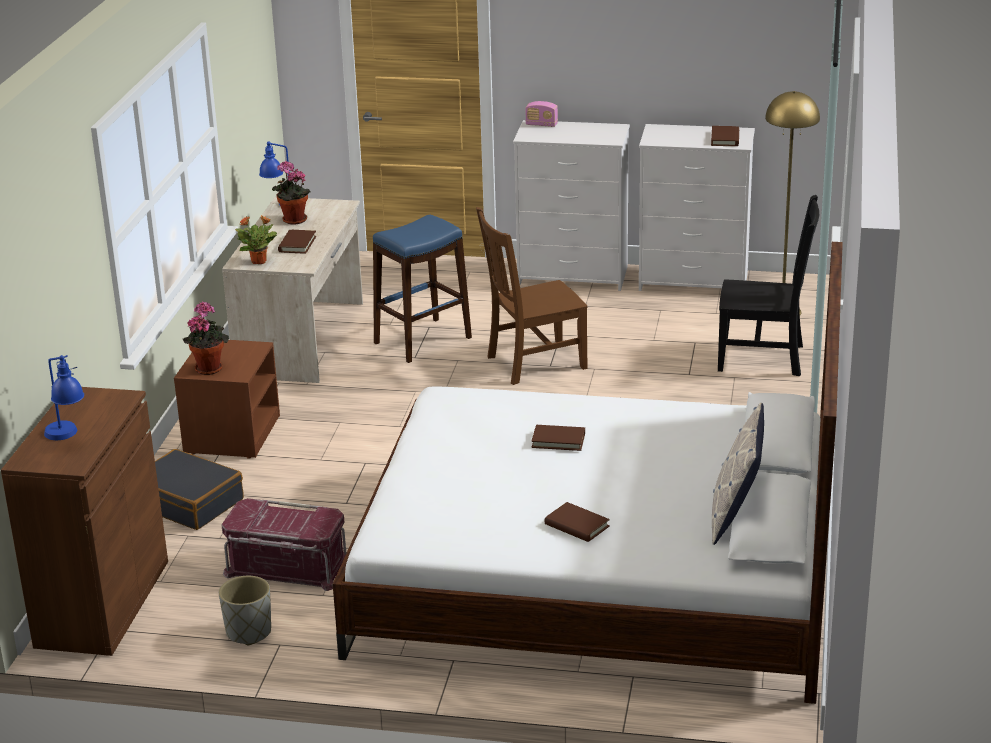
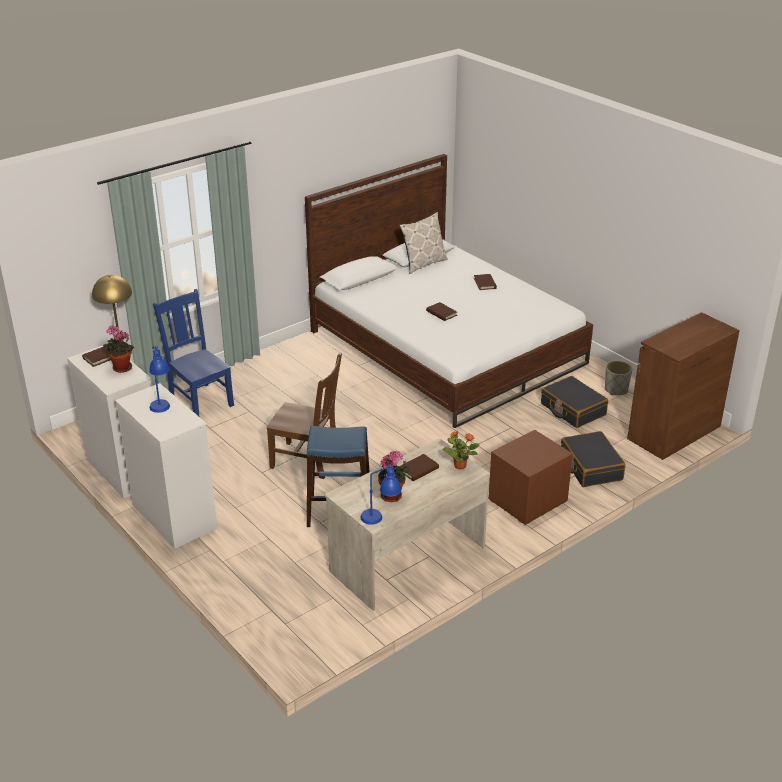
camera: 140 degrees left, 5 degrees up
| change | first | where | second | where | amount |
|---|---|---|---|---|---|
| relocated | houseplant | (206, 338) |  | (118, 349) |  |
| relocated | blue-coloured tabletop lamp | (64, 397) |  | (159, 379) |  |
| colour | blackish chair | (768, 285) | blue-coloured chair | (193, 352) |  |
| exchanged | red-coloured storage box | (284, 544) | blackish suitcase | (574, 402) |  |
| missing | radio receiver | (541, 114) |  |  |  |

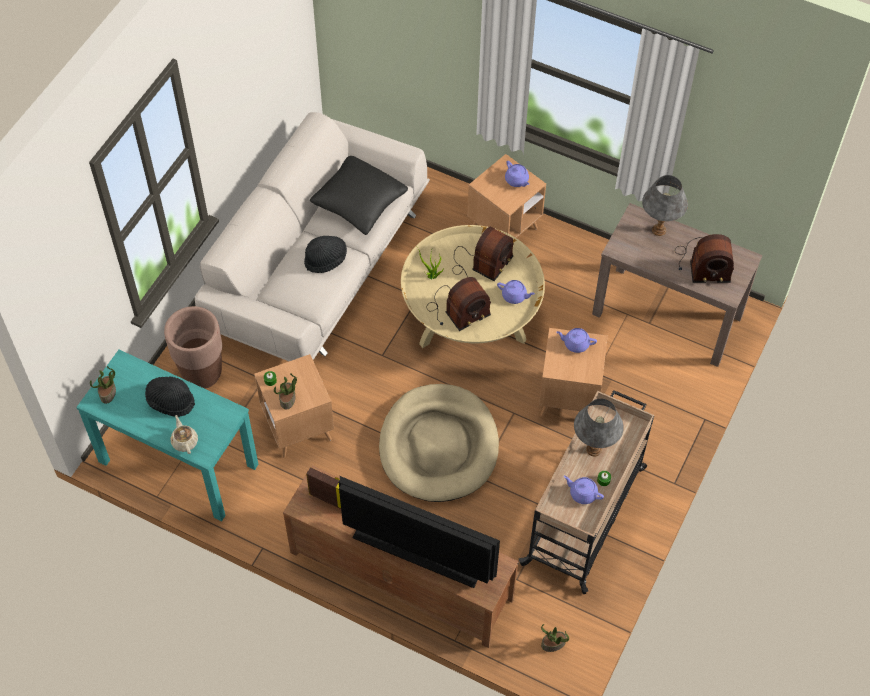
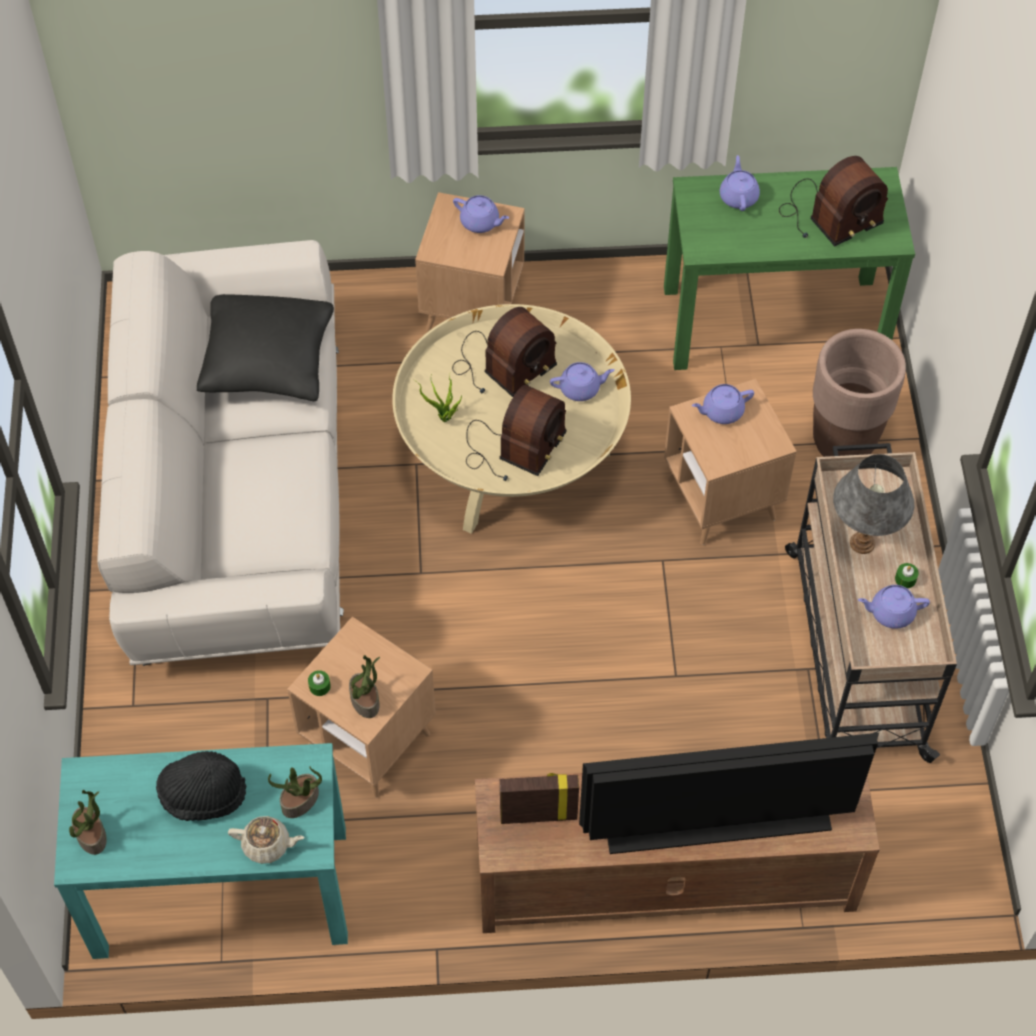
camera: 30 degrees left, 0 degrees up
| change | first | where | second | where | amount |
|---|---|---|---|---|---|
| spun | beige teapot | (184, 434) |  | (266, 840) | 150 degrees clockwise |
| relocated | houseplant | (555, 638) |  | (295, 792) |  |
| spun | radio receiver | (483, 254) |  | (504, 352) | 45 degrees clockwise |
| colour | brown-coloured console table | (677, 285) | green-coloured console table | (789, 268) |  |
| exchanged | greyish tabletop lamp | (665, 205) | purple-coloured teapot | (740, 183) |  |
| relocated | brown-coloured flower pot | (193, 347) |  | (859, 393) |  |
| missing | blackish clothing hat | (325, 254) |  |  |  |
| missing | beige pet bed | (439, 443) |  |  |  |

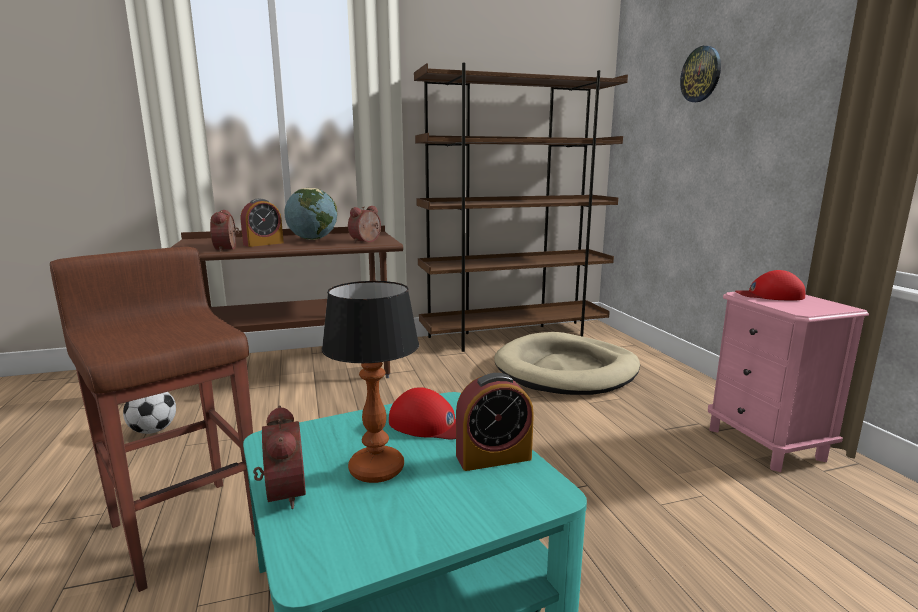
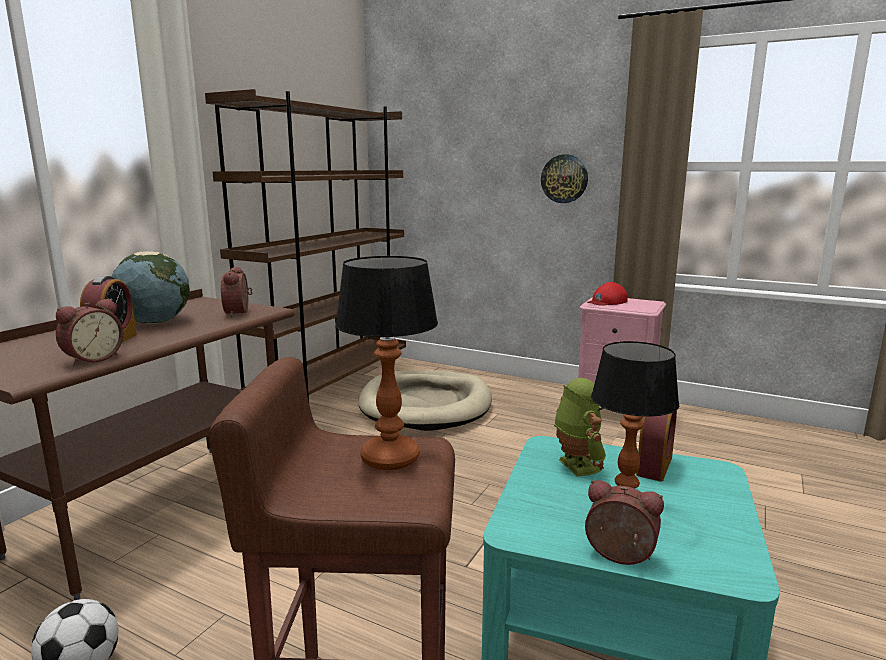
camera: 45 degrees left, 0 degrees up
| change | first | where | second | where | amount |
|---|---|---|---|---|---|
| spun | table clock | (224, 231) |  | (89, 332) | 90 degrees counterclockwise |
| appeared |  |  | tabletop lamp | (386, 363) |  |
| relocated | hanging clock | (700, 74) |  | (564, 178) |  |
| exchanged | red-coloured baseball cap | (422, 413) | toy robot | (580, 427) |  |

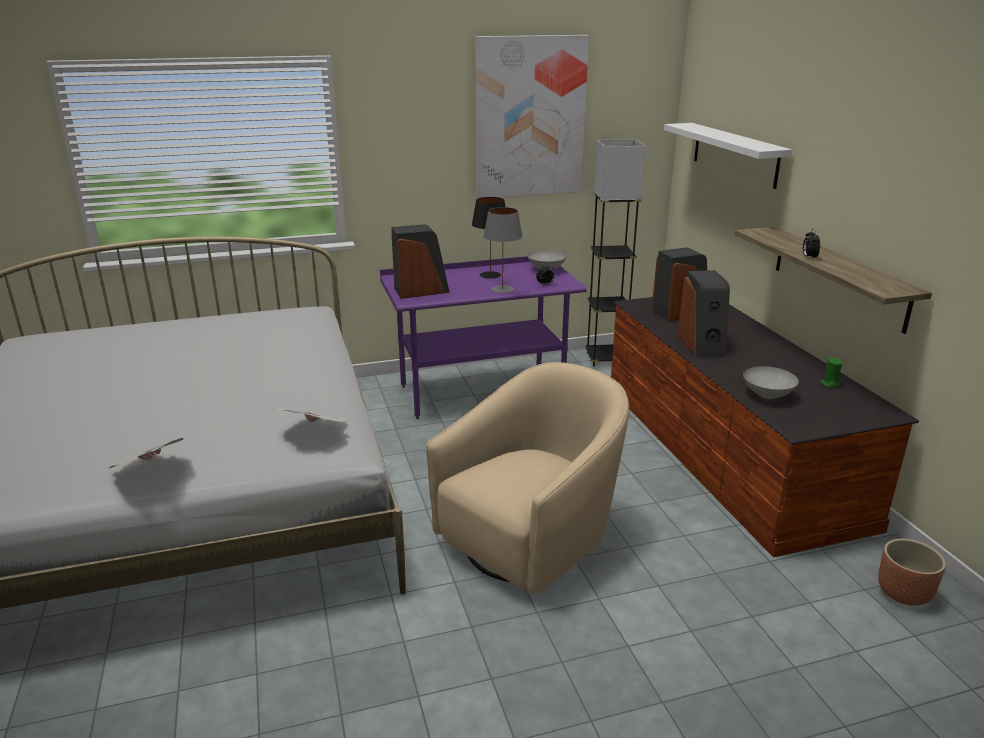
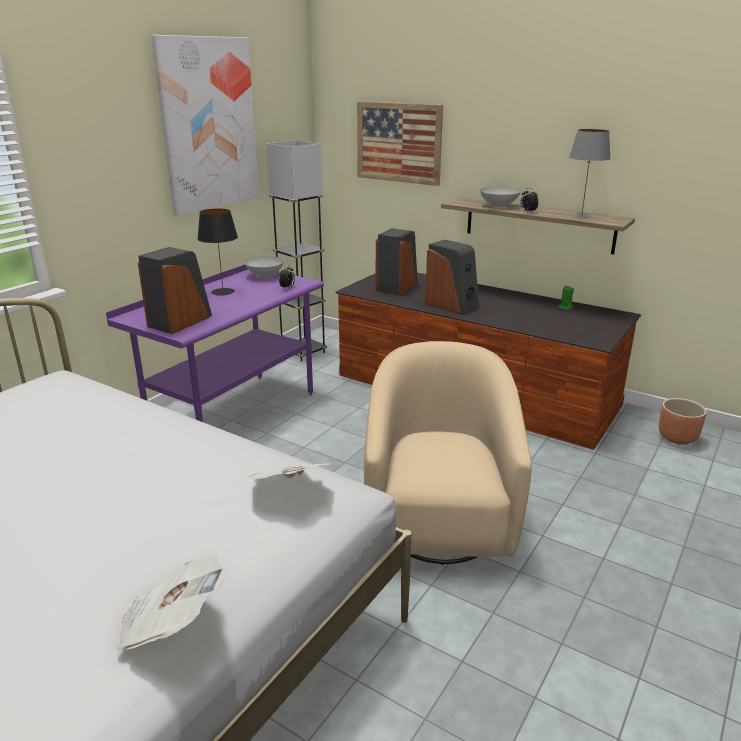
camera: 40 degrees left, 0 degrees up
| change | first | where | second | where | amount |
|---|---|---|---|---|---|
| exchanged | whitish bracket shelf | (728, 156) | wall picture | (400, 143) |  |
| relocated | greyish deep dish | (771, 382) |  | (500, 197) |  |
| relocated | greyish tabletop lamp | (503, 250) |  | (590, 173) |  |

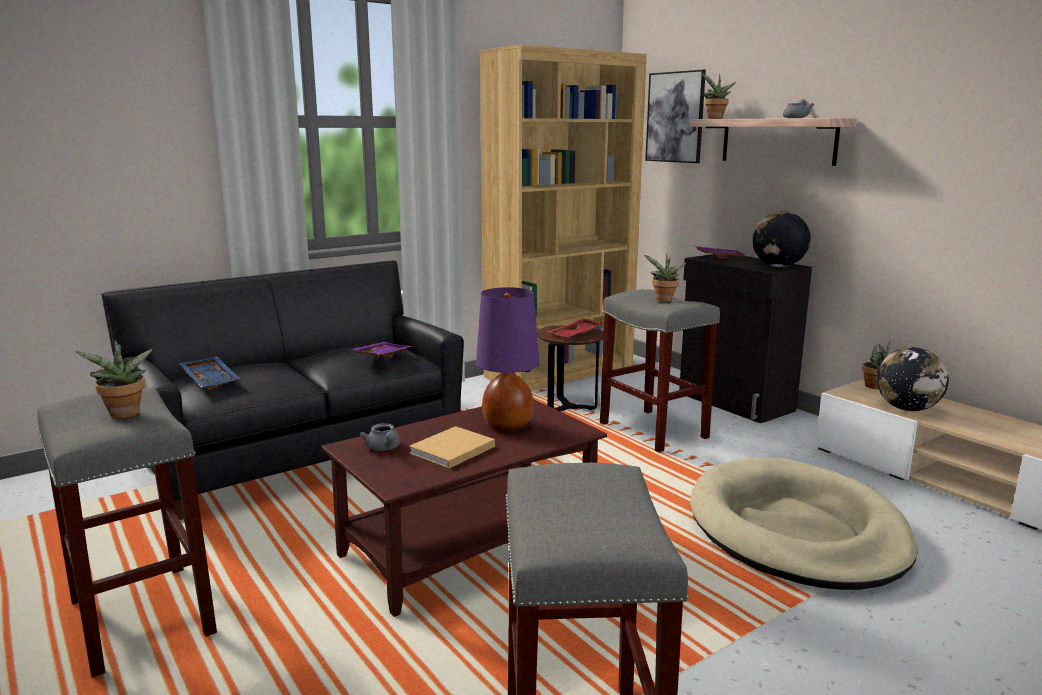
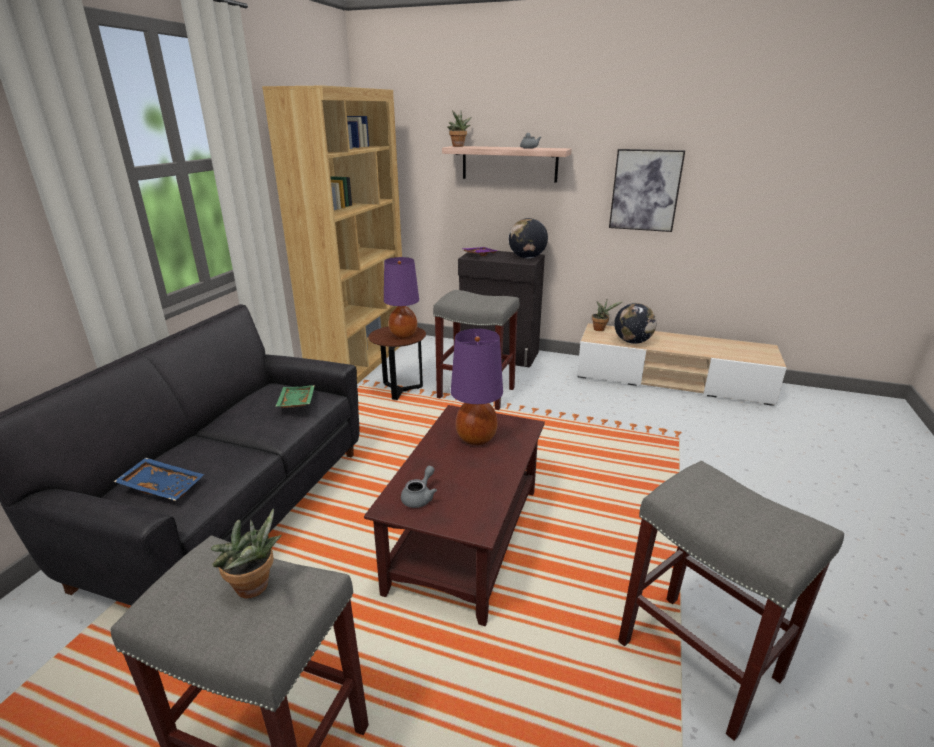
camera: 35 degrees left, 10 degrees up
| change | first | where | second | where | amount |
|---|---|---|---|---|---|
| colour | purple-coloured serving tray | (382, 350) | green-coloured serving tray | (295, 396) |  |
| exchanged | red-coloured serving tray | (575, 328) | purple-coloured tabletop lamp | (401, 298) |  |
| spun | greyish teapot | (379, 437) |  | (419, 487) | 90 degrees counterclockwise |
| relocated | wall picture | (675, 116) |  | (647, 190) |  |
| missing | beige volume | (452, 447) |  |  |  |
| missing | houseplant | (665, 278) |  |  |  |
| missing | beige pet bed | (804, 523) |  |  |  |

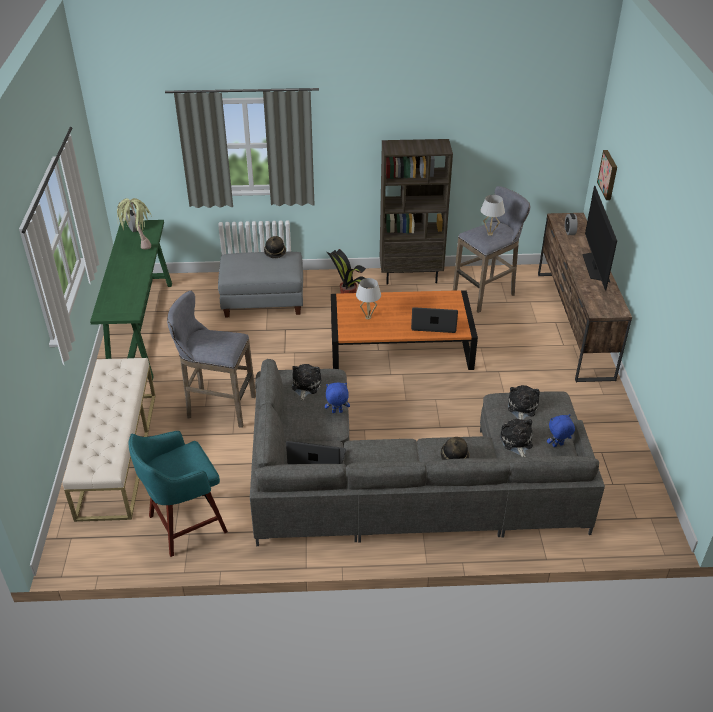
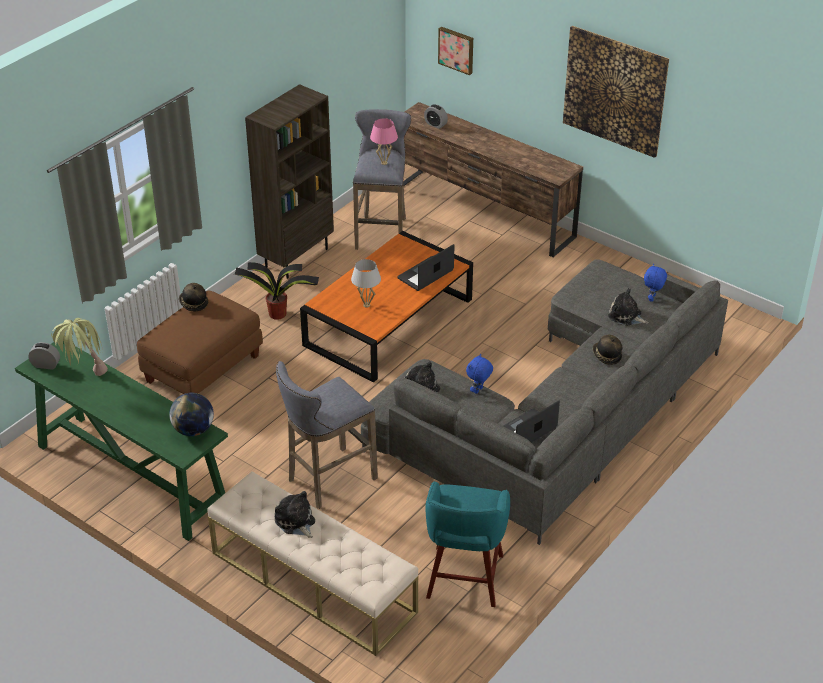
camera: 50 degrees left, 0 degrees up
| change | first | where | second | where | amount |
|---|---|---|---|---|---|
| colour | greyish ottoman | (260, 284) | brown-coloured ottoman | (200, 342) |  |
| appeared |  |  | world globe | (191, 414) |  |
| relocated | plush toy | (524, 402) |  | (295, 514) |  |
| colour | whitish tabletop lamp | (493, 215) | pink tabletop lamp | (384, 141) |  |
| appeared |  |  | wall picture | (616, 92) |  |
| missing | TV set | (599, 238) |  |  |  |

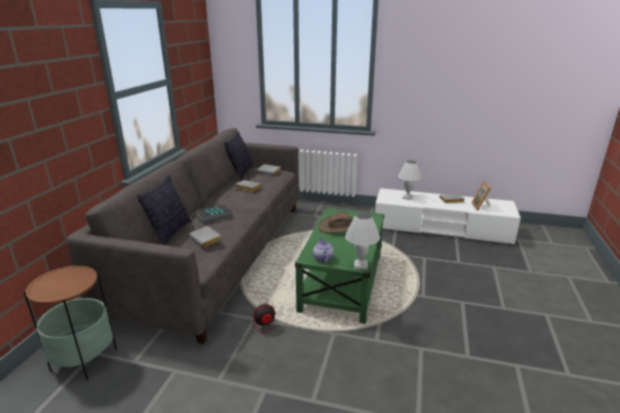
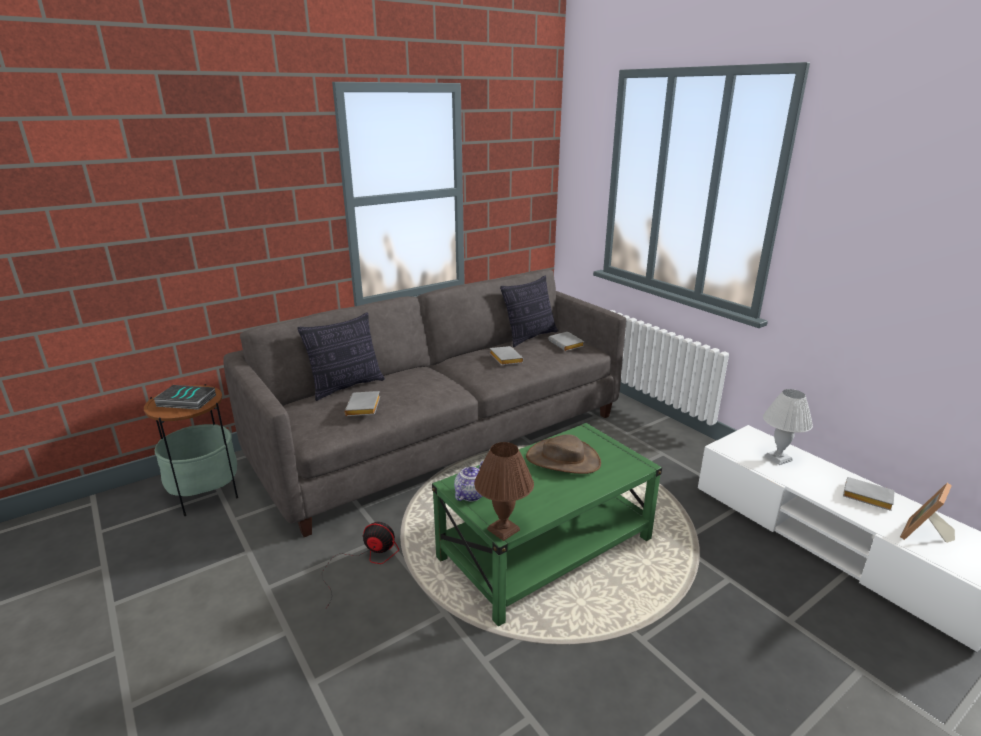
camera: 40 degrees right, 0 degrees up
| change | first | where | second | where | amount |
|---|---|---|---|---|---|
| relocated | volume | (214, 214) |  | (184, 397) |  |
| colour | whitish tabletop lamp | (362, 241) | brown-coloured tabletop lamp | (504, 491) |  |

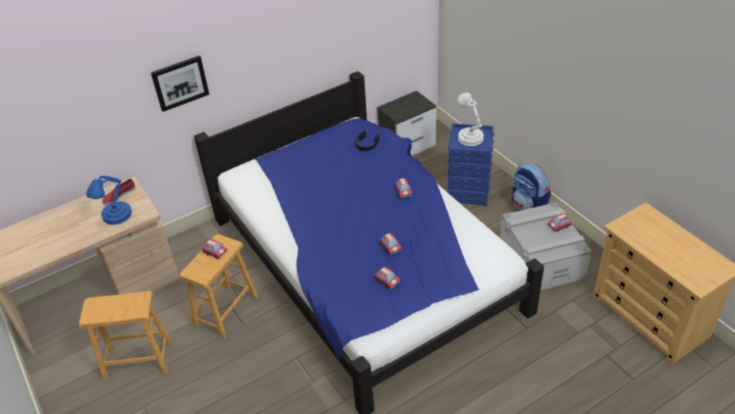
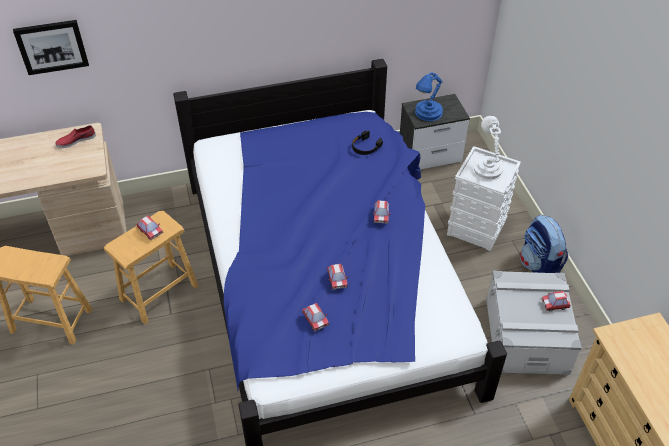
camera: 15 degrees right, 5 degrees up
| change | first | where | second | where | amount |
|---|---|---|---|---|---|
| relocated | wall picture | (180, 84) |  | (51, 47) |  |
| relocated | blue-coloured tabletop lamp | (109, 200) |  | (429, 96) |  |
| colour | blue-coloured storage box | (470, 164) | whitish storage box | (484, 198) |  |

